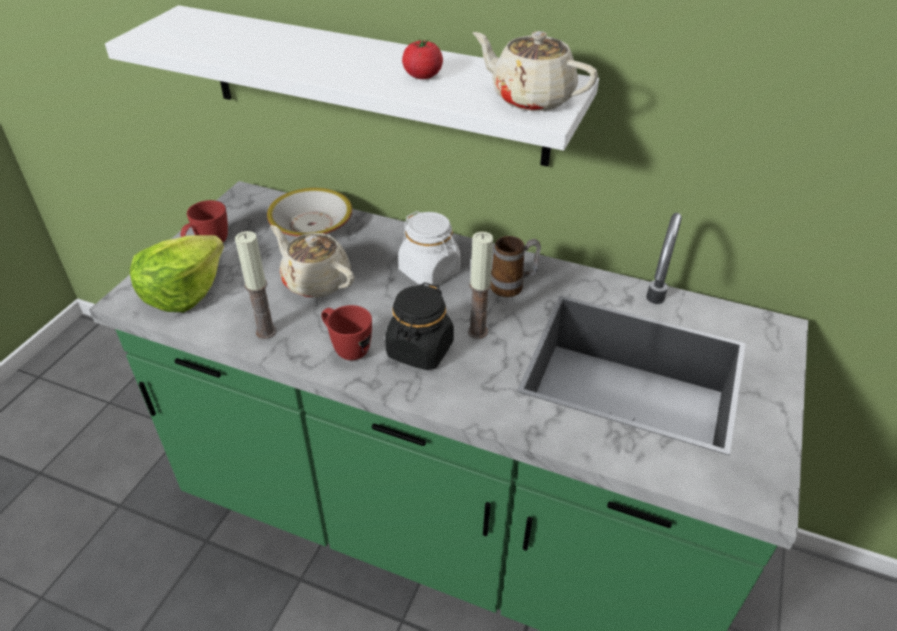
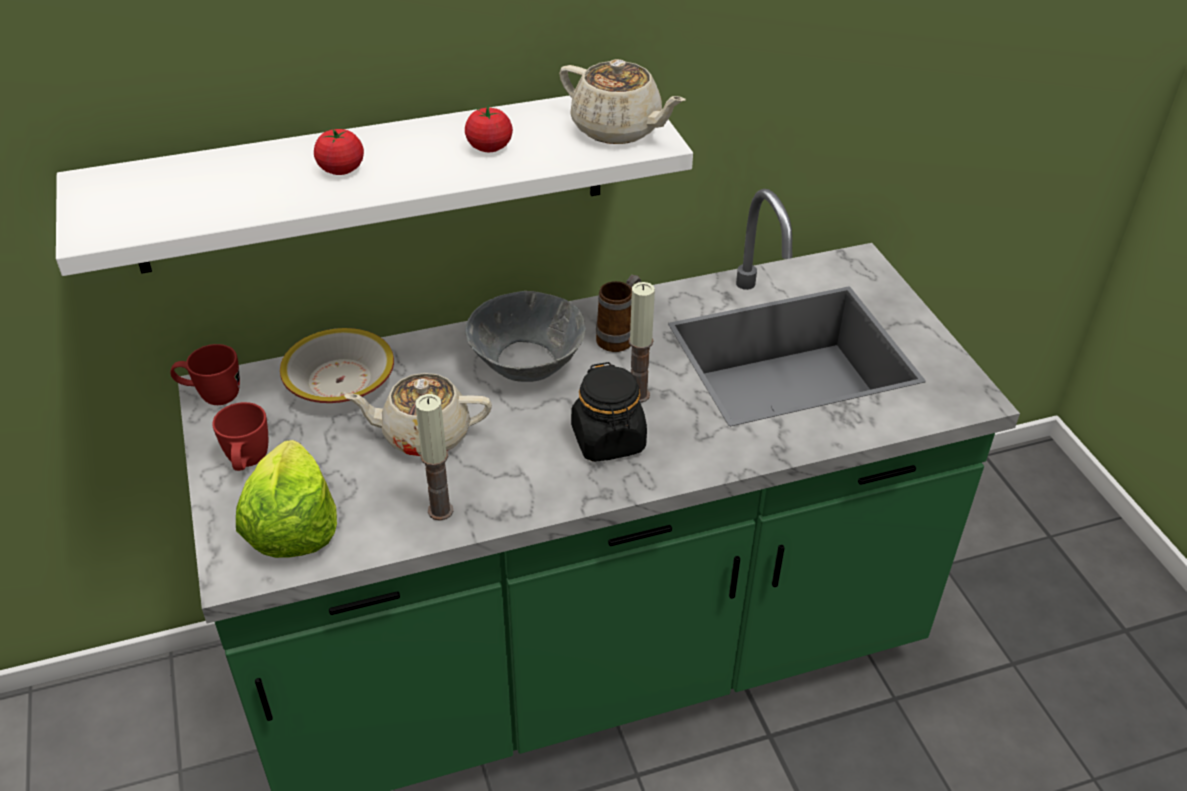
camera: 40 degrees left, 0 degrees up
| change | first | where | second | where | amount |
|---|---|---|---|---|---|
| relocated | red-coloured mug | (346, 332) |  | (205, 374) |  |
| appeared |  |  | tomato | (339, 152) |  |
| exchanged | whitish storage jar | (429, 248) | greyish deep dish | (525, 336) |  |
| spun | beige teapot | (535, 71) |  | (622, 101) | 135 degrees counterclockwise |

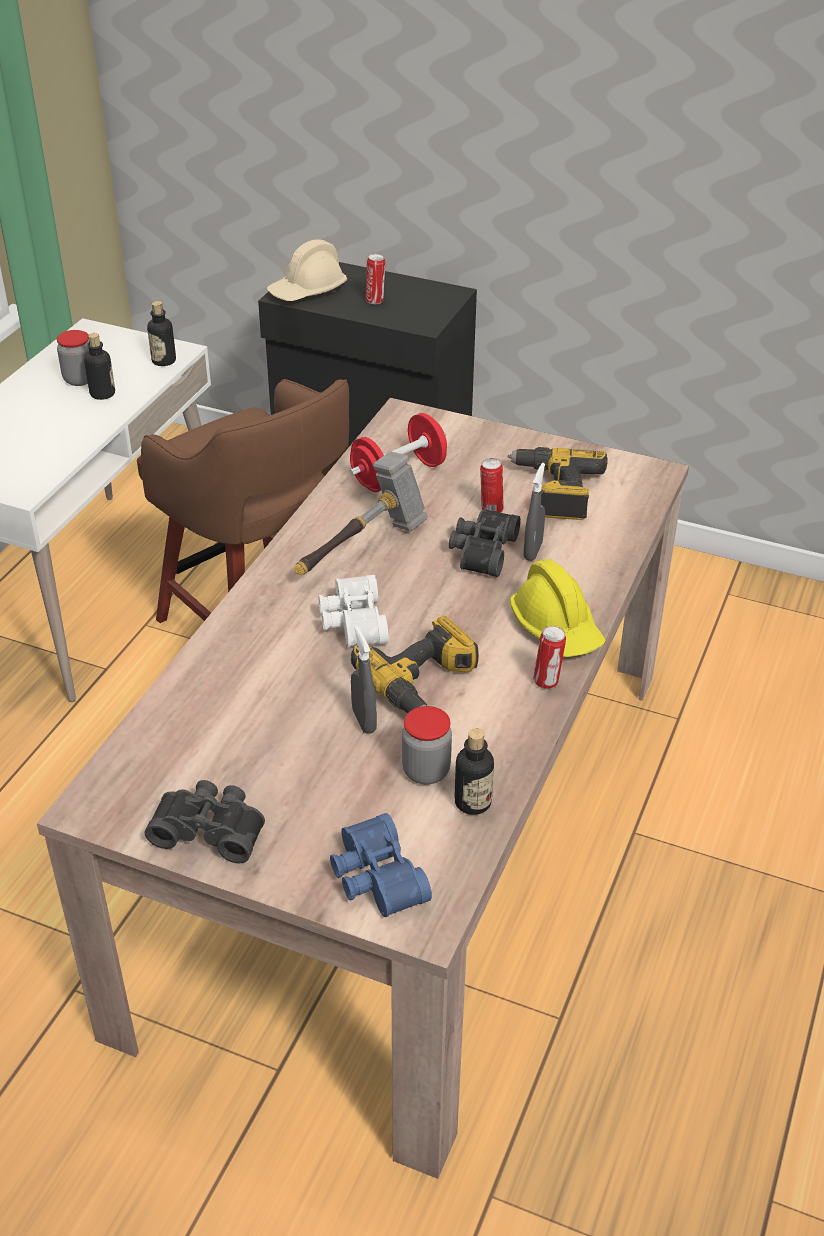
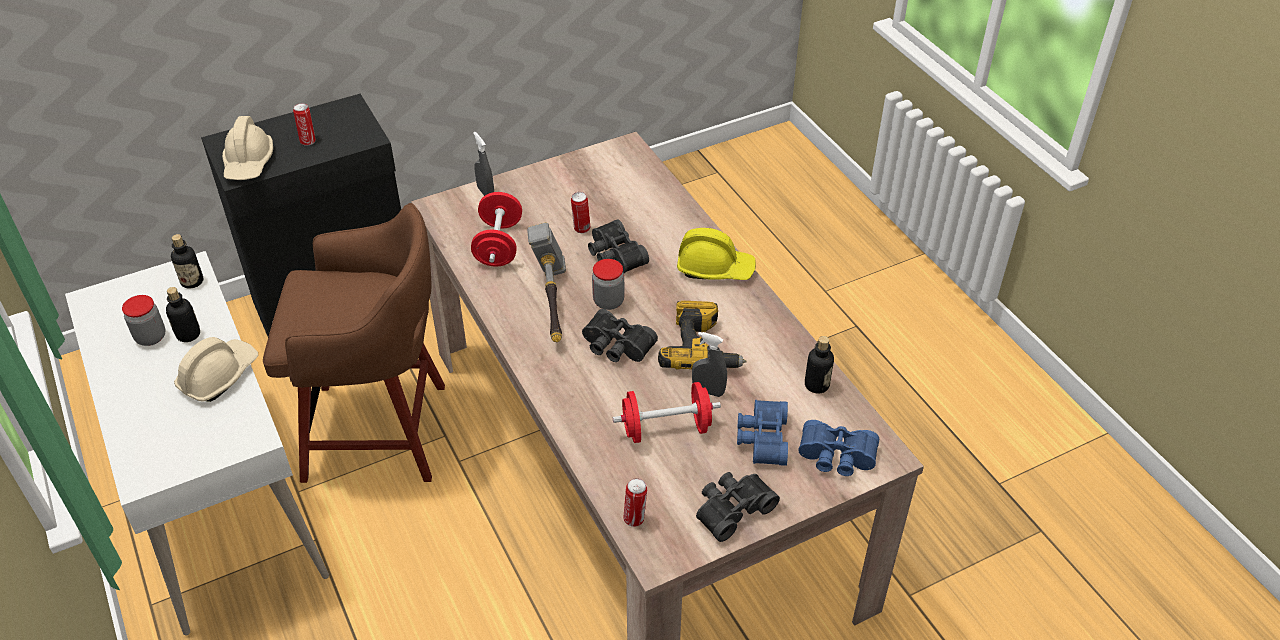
camera: 50 degrees left, 5 degrees up
| change | first | where | second | where | amount |
|---|---|---|---|---|---|
| appeared |  |  | beige safety helmet | (216, 369) |  |
| relocated | greyish hand sprayer | (534, 512) |  | (483, 164) |  |
| colour | whitish field glasses | (354, 611) | blackish field glasses | (620, 335) |  |
| relocated | storage jar | (427, 745) |  | (608, 284) |  |
| appeared |  |  | red-coloured hand weight | (667, 412) |  |
| relocated | sealed can | (549, 657) |  | (635, 502) |  |
| appeared |  |  | blue-coloured field glasses | (762, 433) |  |
| missing | drill | (558, 483) |  |  |  |

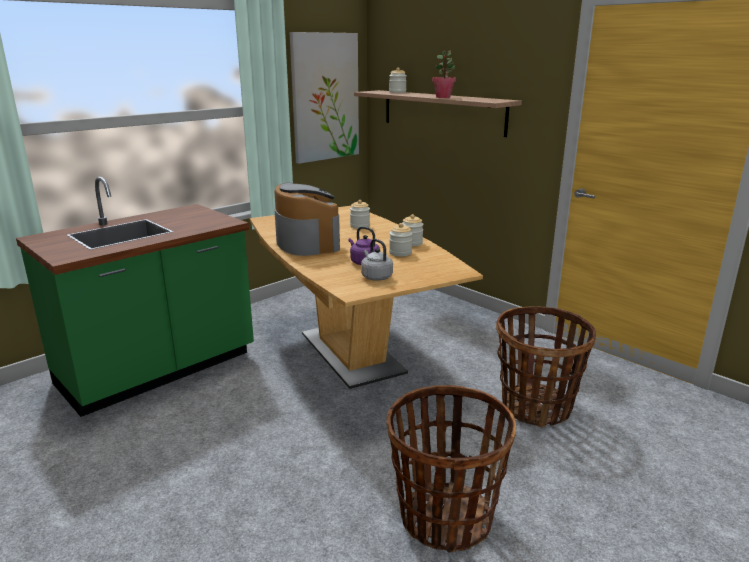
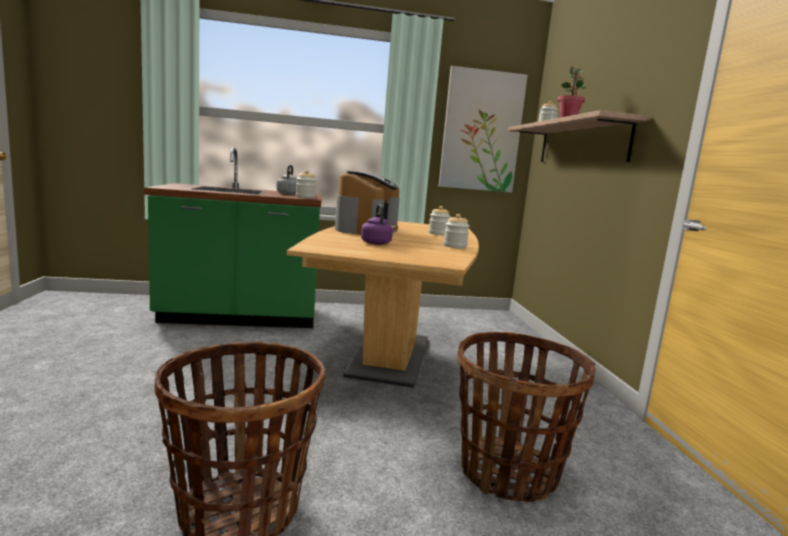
camera: 35 degrees right, 10 degrees down
| change | first | where | second | where | amount |
|---|---|---|---|---|---|
| relocated | greyish tea kettle | (377, 260) |  | (286, 180) |  |
| relocated | storage jar | (401, 240) |  | (306, 184) |  |

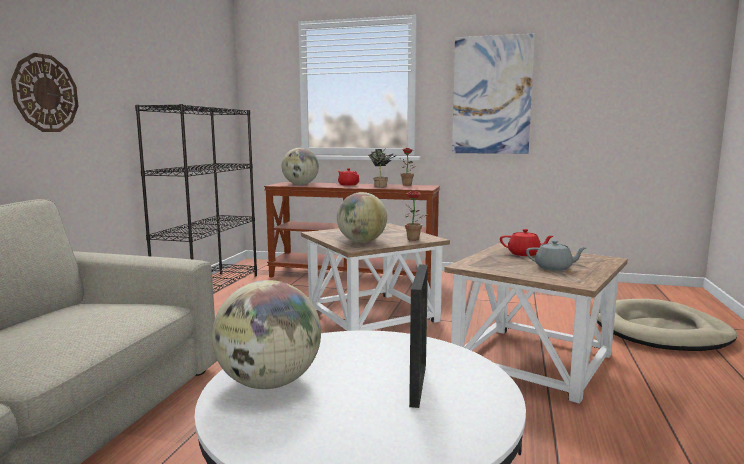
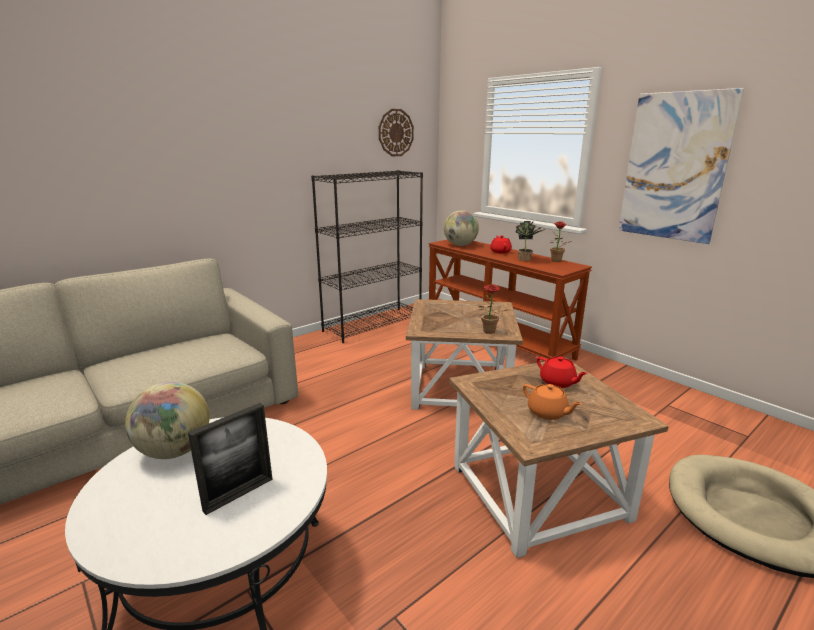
camera: 35 degrees right, 10 degrees up
| change | first | where | second | where | amount |
|---|---|---|---|---|---|
| relocated | hanging clock | (44, 92) |  | (396, 133) |  |
| colour | greyish teapot | (557, 255) | orange-coloured teapot | (552, 402) |  |
| missing | world globe | (362, 217) |  |  |  |

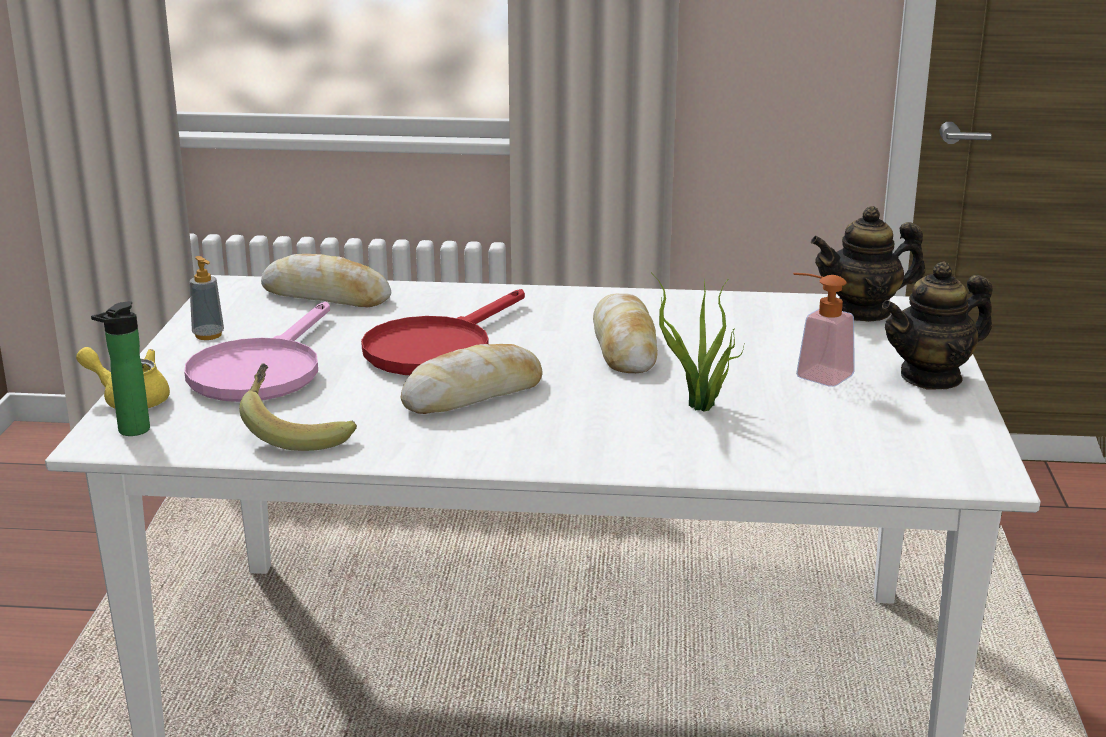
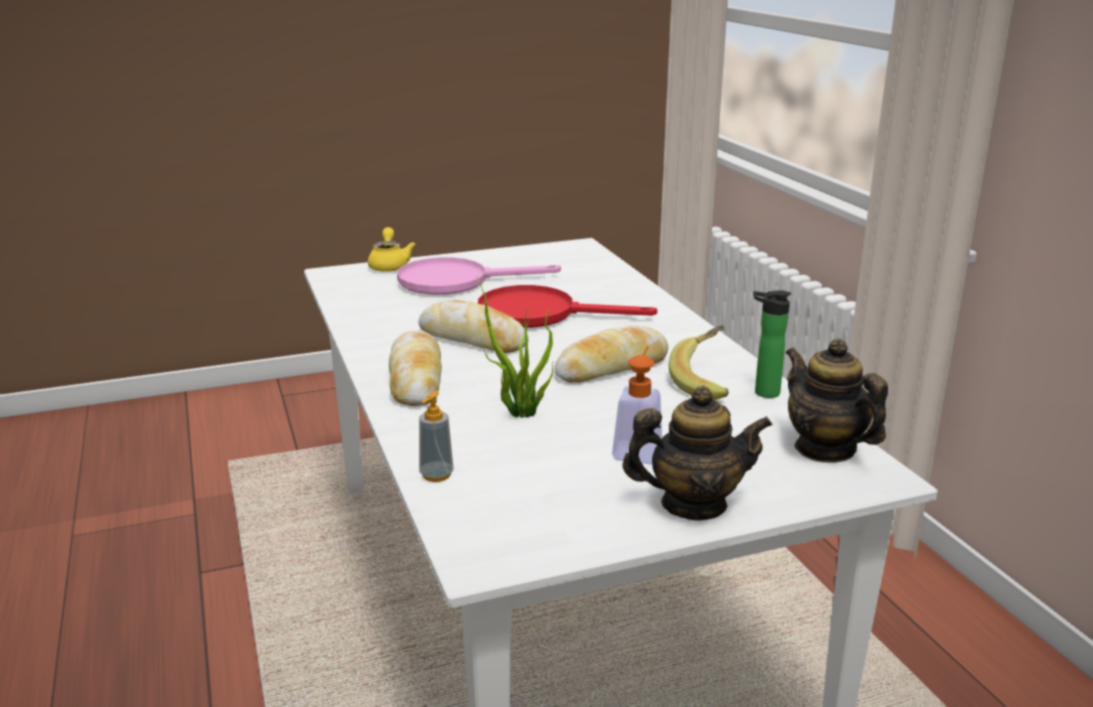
camera: 65 degrees right, 0 degrees up
| change | first | where | second | where | amount |
|---|---|---|---|---|---|
| relocated | baked bread | (326, 281) |  | (415, 368) |  |
| relocated | liquid soap bottle | (206, 298) |  | (436, 436) |  |
| spun | teapot | (937, 325) |  | (697, 453) | 135 degrees clockwise |
| relocated | banana fruit | (298, 407) |  | (699, 362) |  |
| relocated | drink bottle | (120, 368) |  | (772, 344) |  |

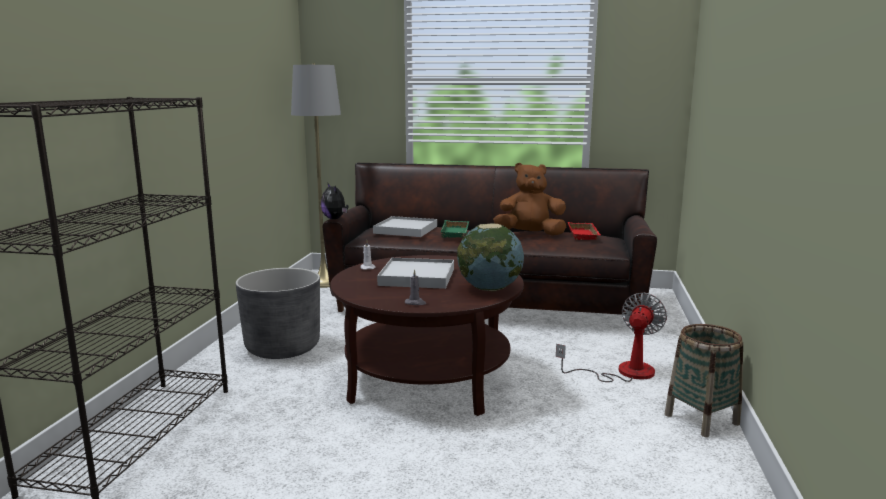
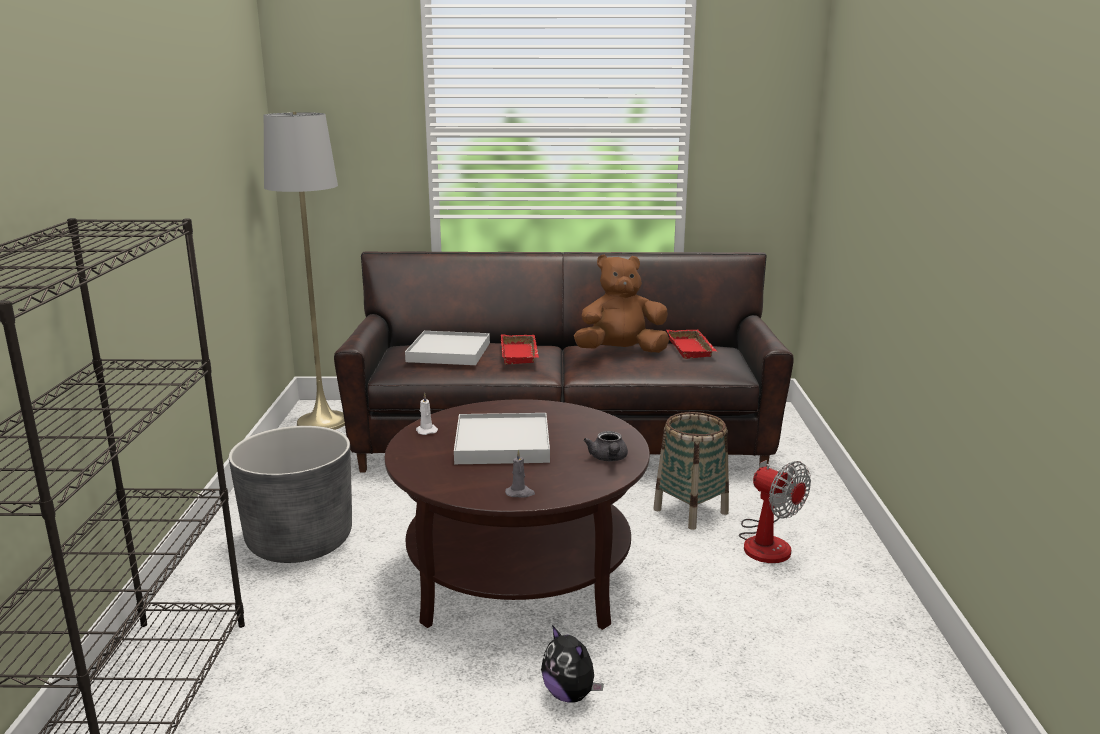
camera: 10 degrees left, 5 degrees up
| change | first | where | second | where | amount |
|---|---|---|---|---|---|
| colour | green-coloured serving tray | (454, 229) | red-coloured serving tray | (520, 349) |  |
| relocated | plush toy | (335, 200) |  | (572, 664) |  |
| exchanged | world globe | (490, 257) | greyish teapot | (605, 446) |  |
| relocated | basket | (704, 380) |  | (691, 471) |  |
| spun | electric fan | (611, 337) |  | (775, 511) | 120 degrees clockwise |

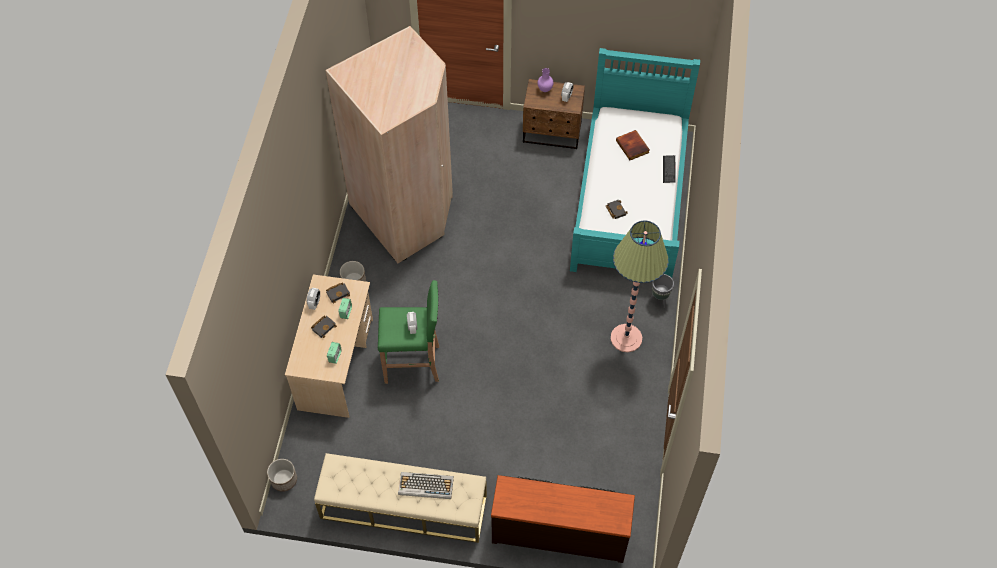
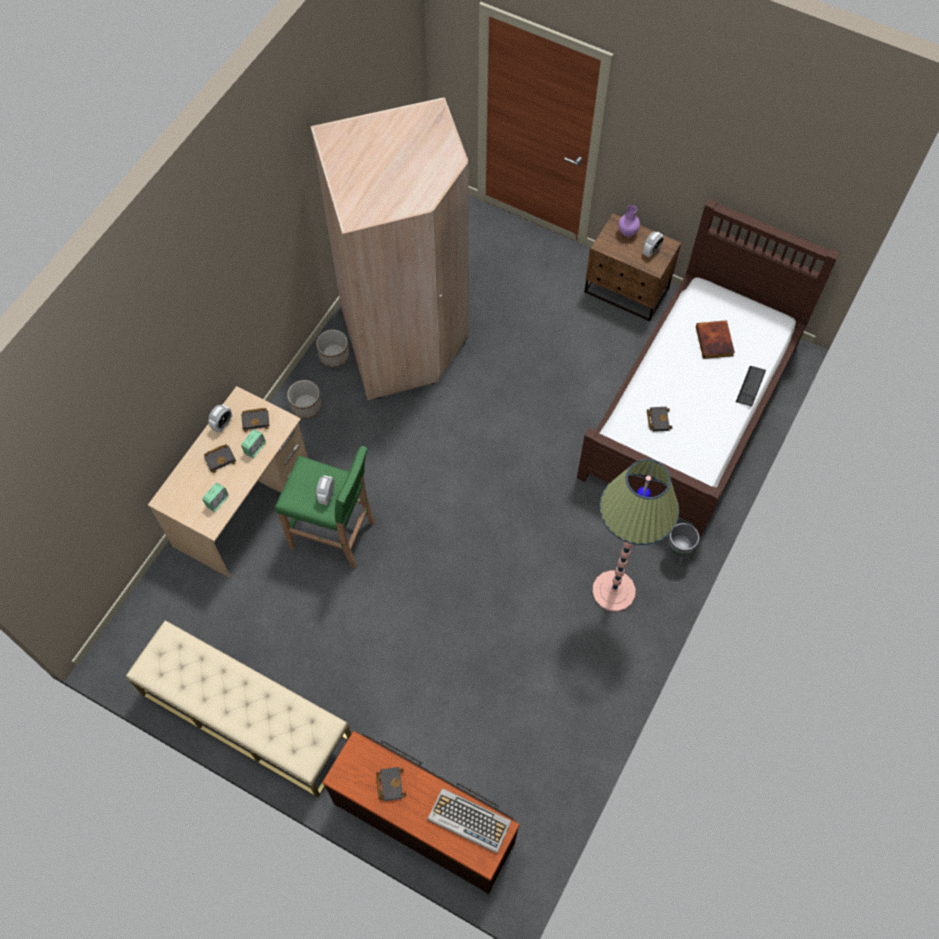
camera: 20 degrees right, 5 degrees up
| change | first | where | second | where | amount |
|---|---|---|---|---|---|
| relocated | flower pot | (282, 475) |  | (333, 349) |  |
| appeared |  |  | blackish volume | (391, 784) |  |
| relocated | keyboard | (426, 485) |  | (469, 821) |  |
| colour | turquoise bed | (635, 163) | brown-coloured bed | (708, 367) |  |

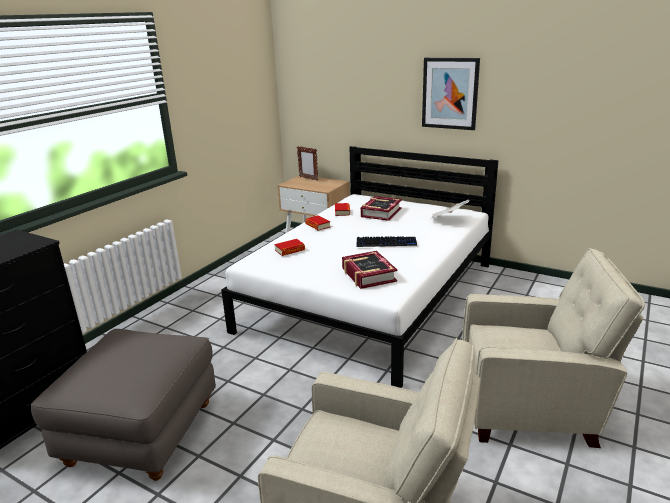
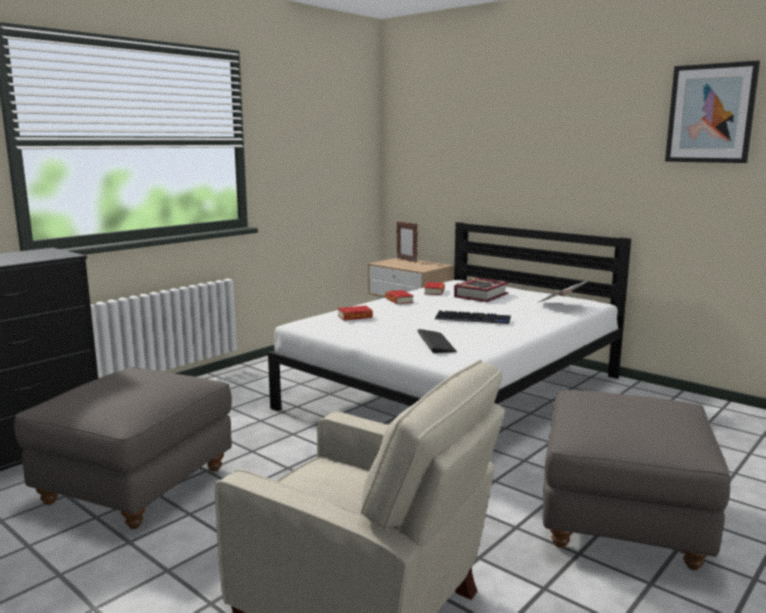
camera: 10 degrees right, 10 degrees down
| change | first | where | second | where | amount |
|---|---|---|---|---|---|
| exchanged | volume | (369, 270) | keyboard | (437, 341) |  |
| exchanged | beige lounge chair | (553, 348) | greyish ottoman | (636, 479) |  |
| relocated | wall picture | (451, 94) |  | (712, 111) |  |

